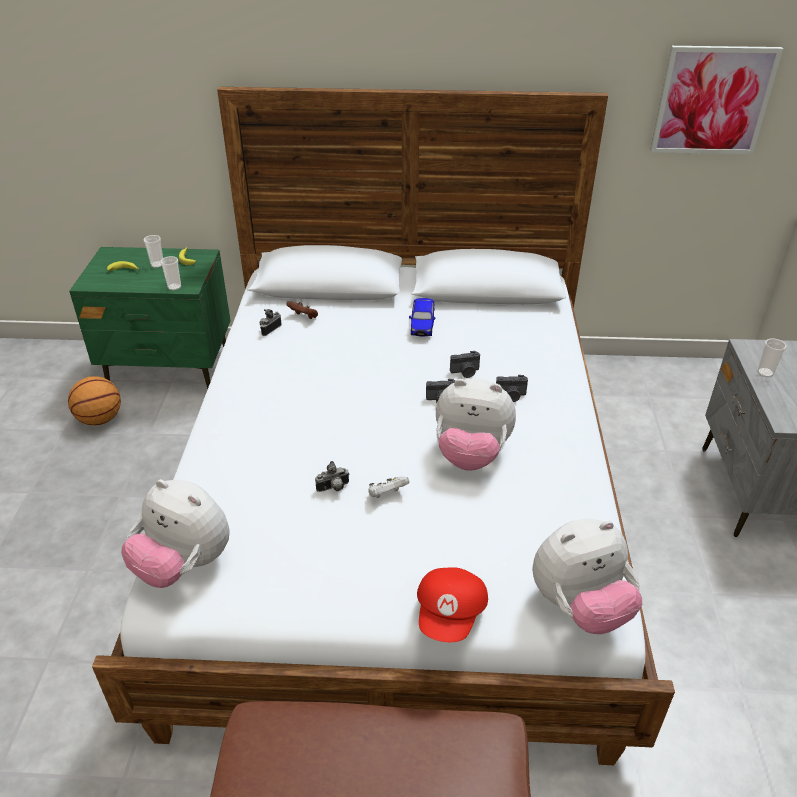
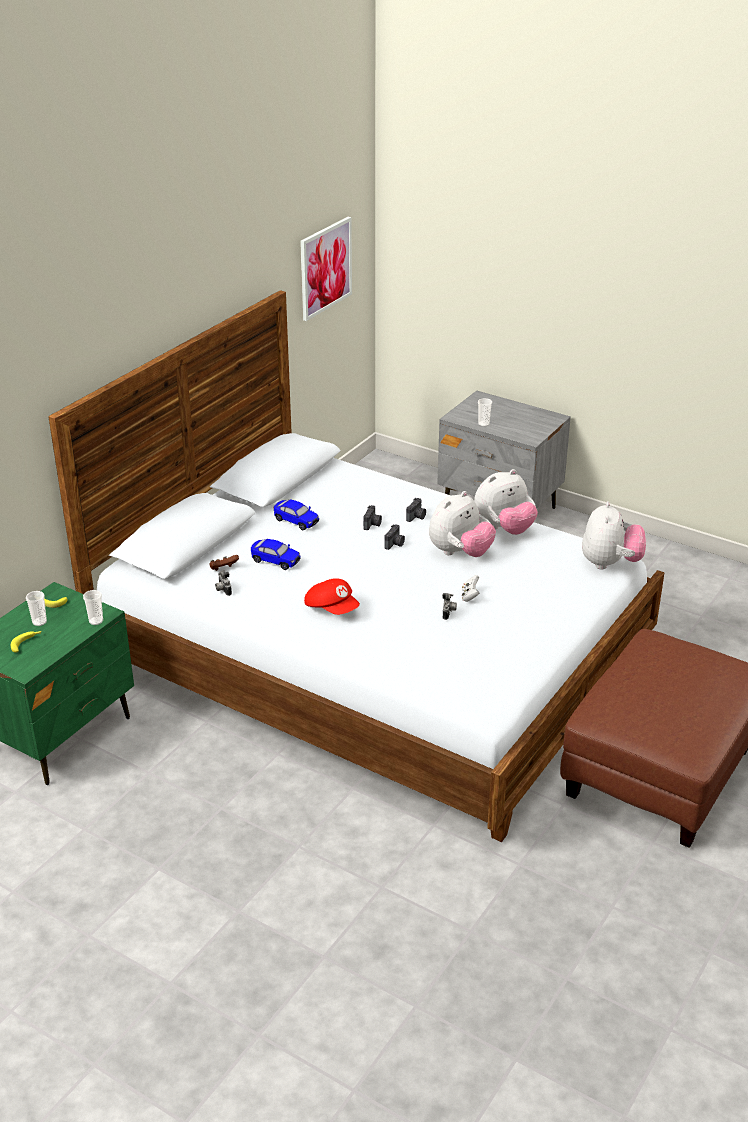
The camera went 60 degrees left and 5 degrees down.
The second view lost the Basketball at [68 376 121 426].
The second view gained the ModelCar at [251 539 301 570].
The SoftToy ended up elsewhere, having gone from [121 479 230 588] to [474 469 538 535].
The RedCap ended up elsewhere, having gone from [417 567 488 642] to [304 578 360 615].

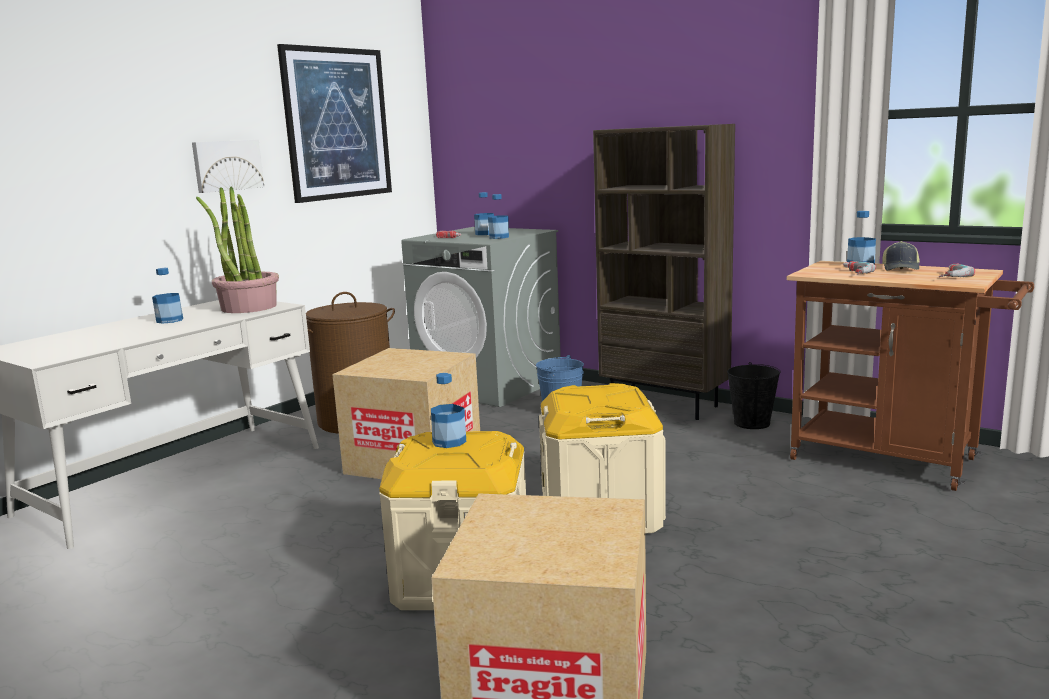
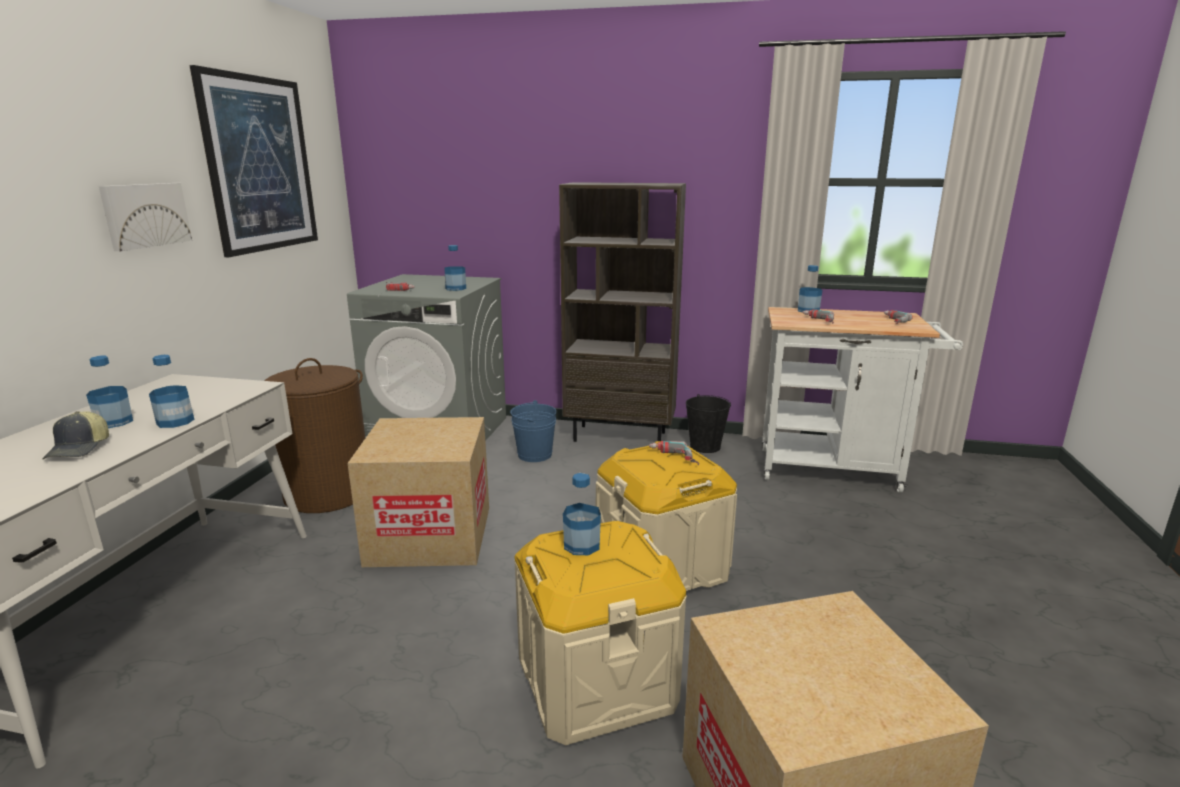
The camera went 25 degrees left and 5 degrees up.
The second view lost the Houseplant at [196 187 279 313].
The second view gained the PowerDrill at [649 441 699 465].
The Bottle ended up elsewhere, having gone from [474 192 494 235] to [149 355 195 428].
The Cap ended up elsewhere, having gone from [882 241 920 271] to [42 411 109 459].
What was the BrownishCart at [786 261 1034 491] turned into the WhiteColouredCart at [762 307 963 493].

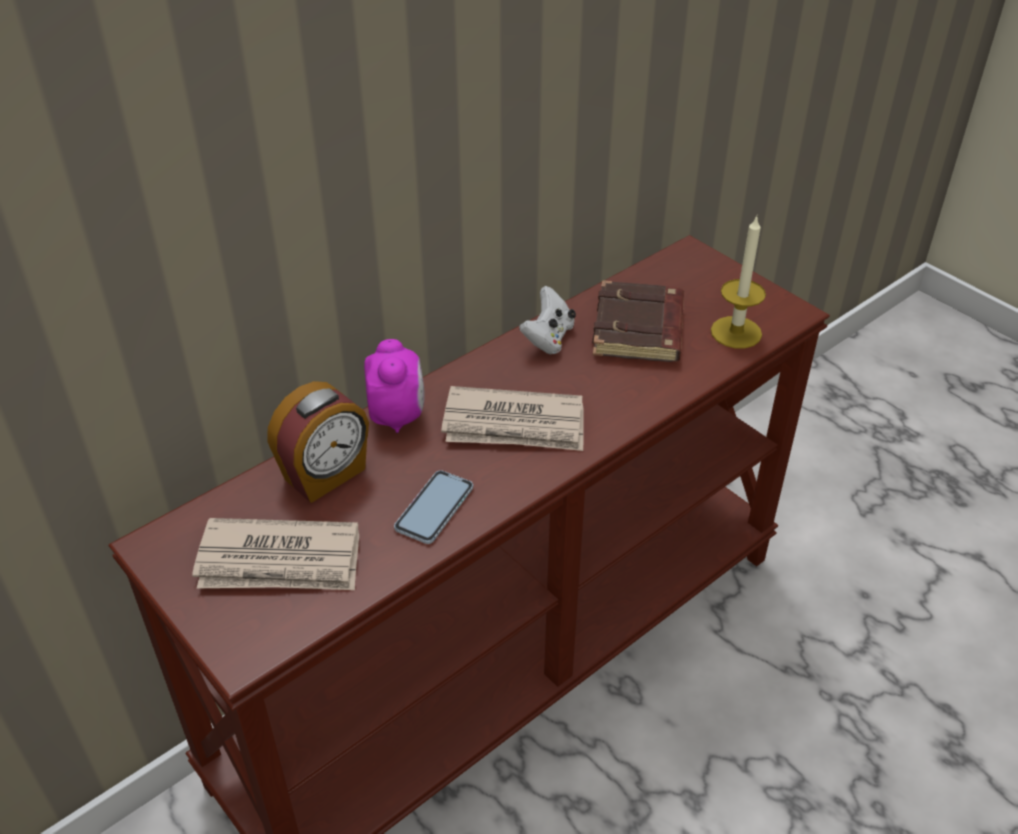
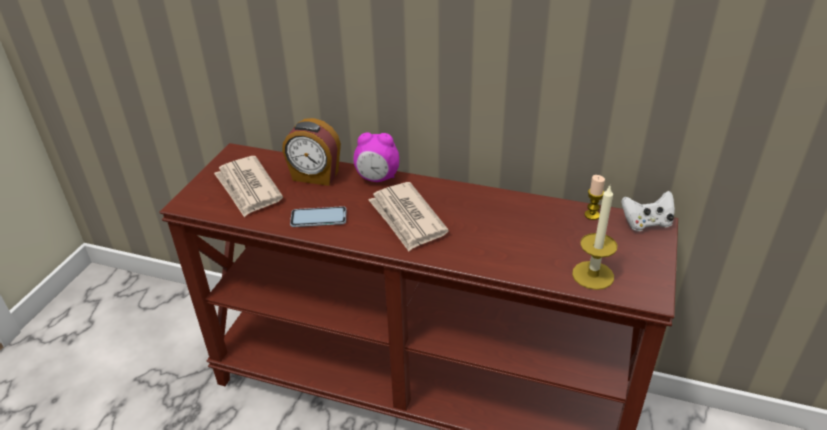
The camera went 60 degrees right and 5 degrees down.
The second view lost the BrownishBook at [592 280 684 362].
The second view gained the Candle at [584 175 605 220].
The WhiteColouredGamepad ended up elsewhere, having gone from [519 286 576 354] to [621 191 675 232].
The TableClock at [364 339 425 433] ended up facing another way, 45 degrees clockwise from before.

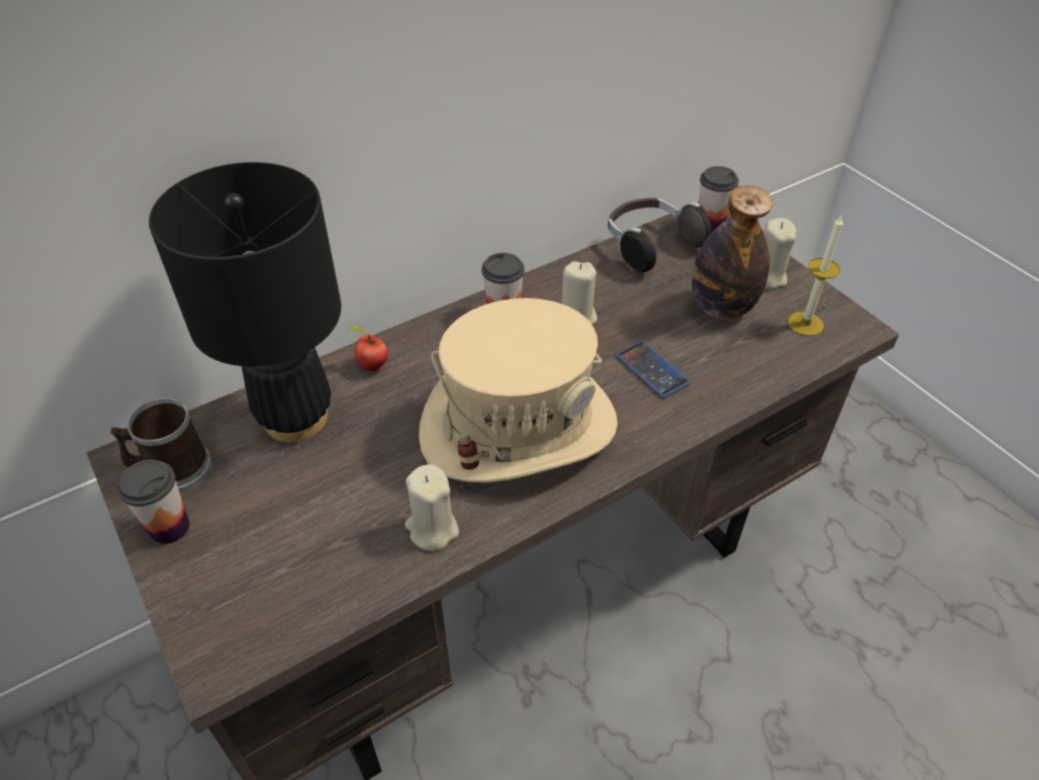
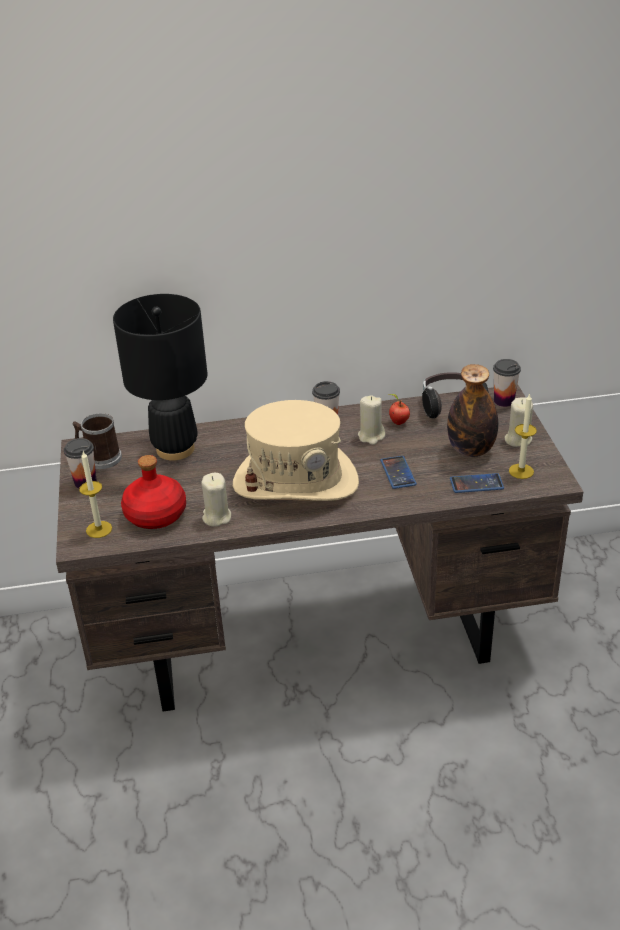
The camera went 25 degrees right and 10 degrees down.
The second view gained the Candle at [79 451 112 538].
The second view gained the RedBottle at [121 455 186 529].
The second view gained the Handset at [450 473 504 493].
The WholeApple ended up elsewhere, having gone from [346 326 389 372] to [389 394 410 425].

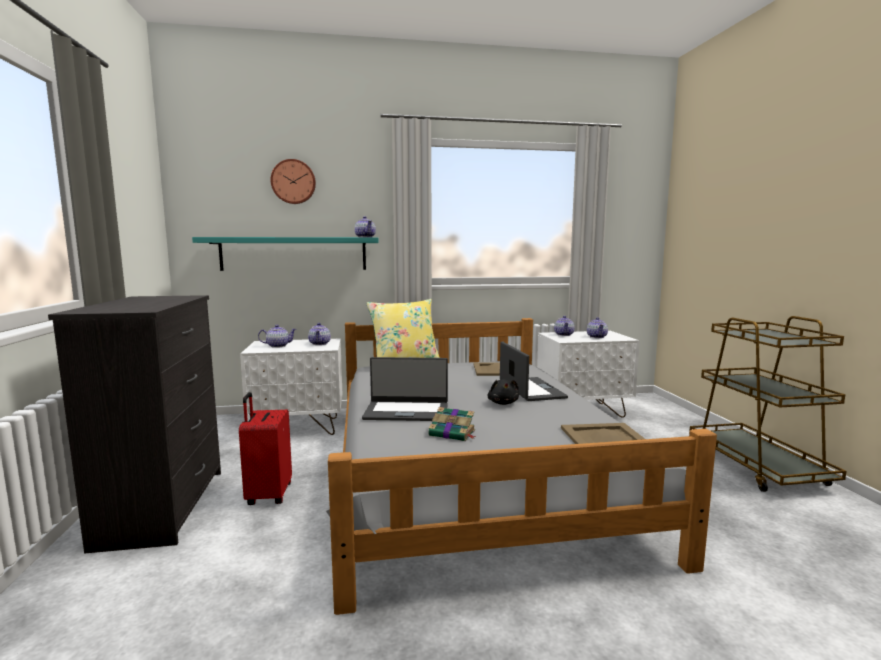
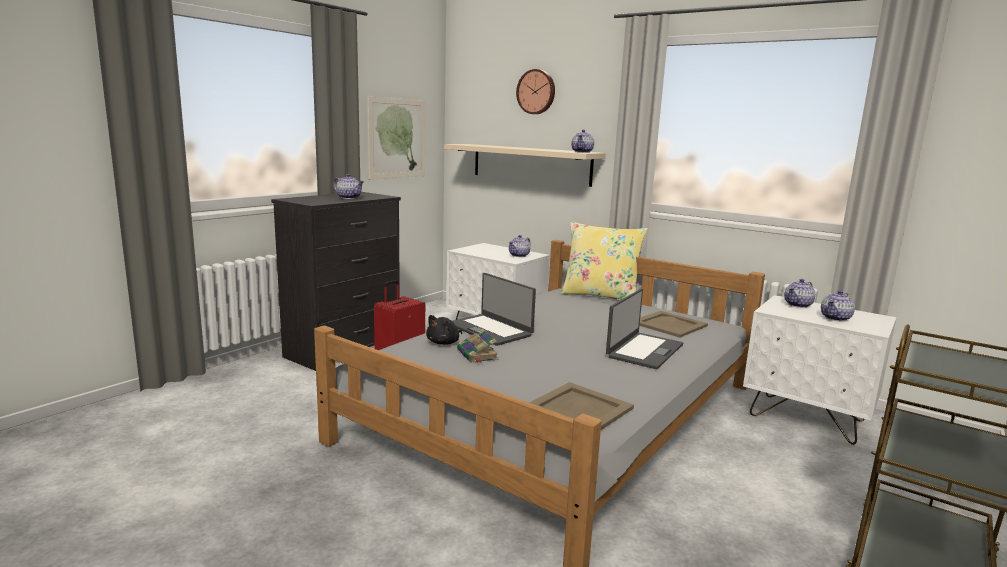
The camera went 45 degrees right and 5 degrees up.
The second view gained the Picture at [367 96 425 180].
The TeaPot ended up elsewhere, having gone from [258 325 297 348] to [333 174 364 199].
The BlackSoftToy ended up elsewhere, having gone from [488 379 519 405] to [426 315 462 345].
What was the TurquoiseShelf at [192 237 378 271] turned into the BeigeShelf at [444 144 606 187].

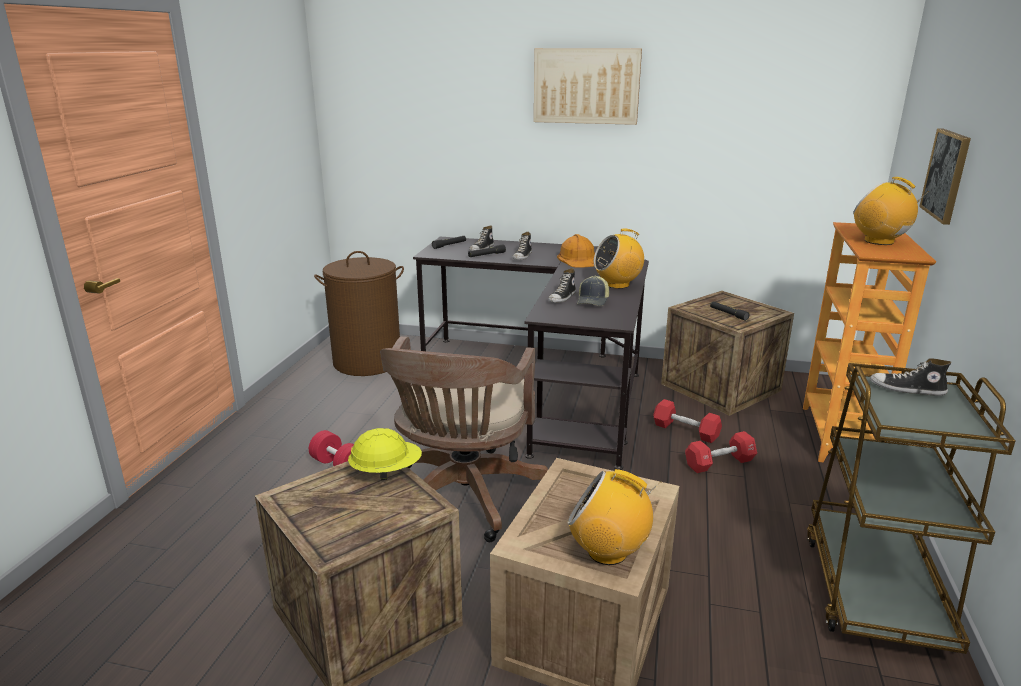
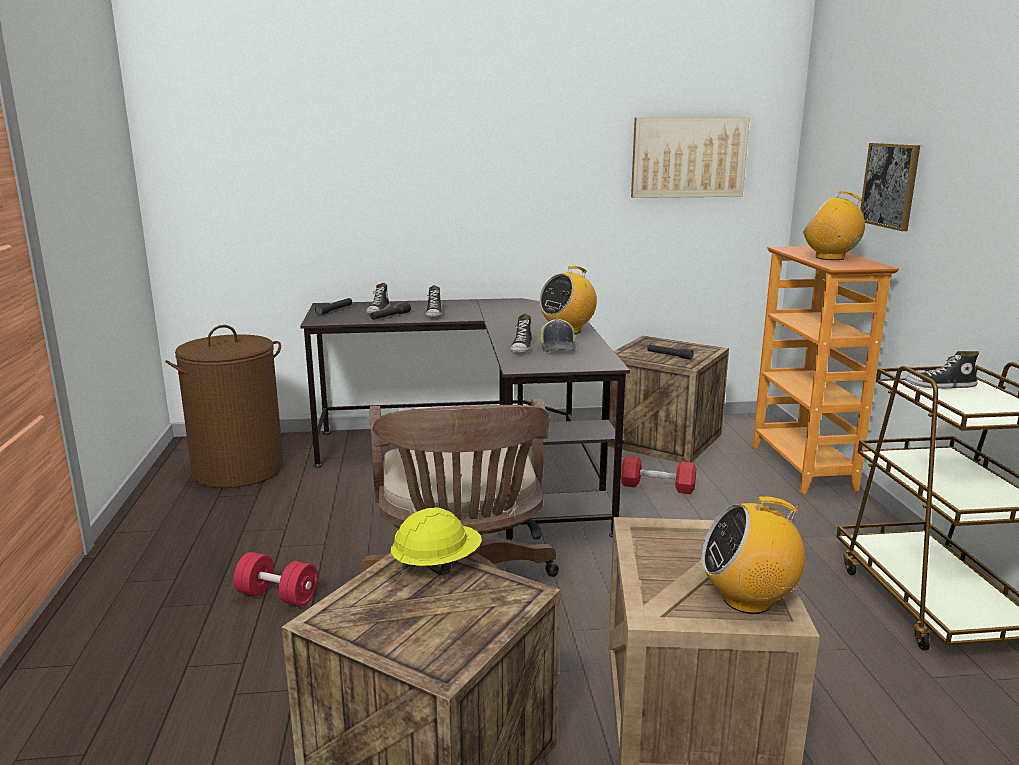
The camera went 20 degrees left and 5 degrees down.
The second view lost the OrangeColouredWorkHelmet at [557 234 595 267].
The second view lost the RedHandWeight at [685 431 757 473].
The Picture ended up elsewhere, having gone from [534 48 642 125] to [631 118 750 198].

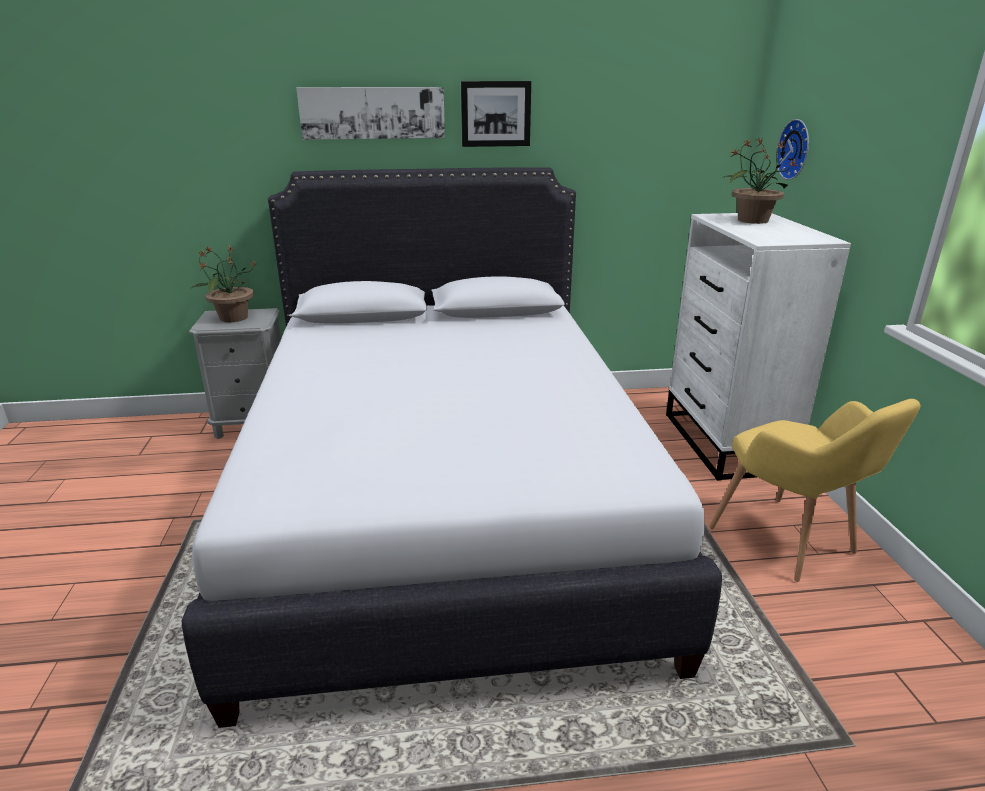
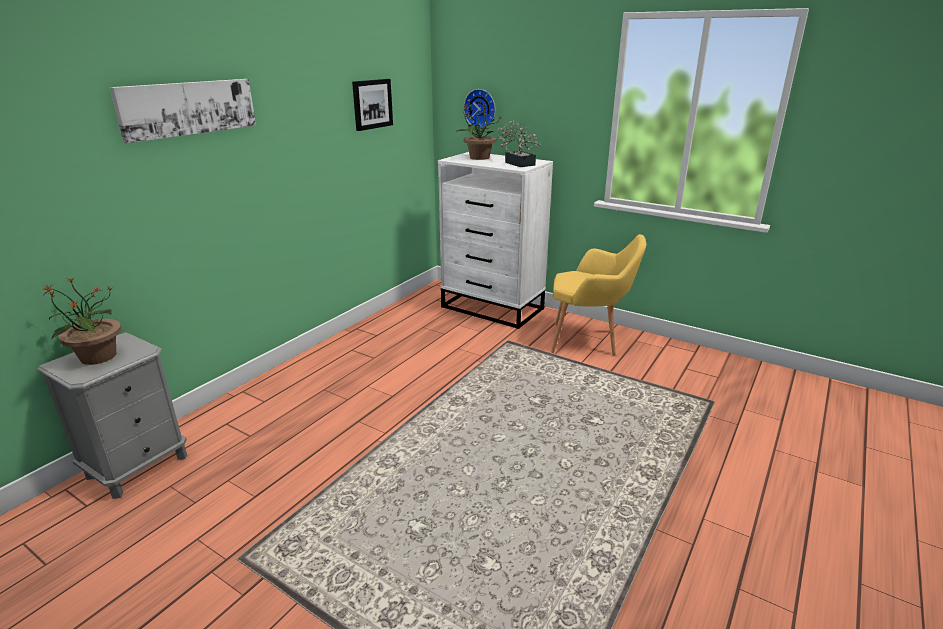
The camera went 50 degrees left and 0 degrees up.
The second view lost the WhiteColouredSleepingBed at [182 167 722 728].
The second view gained the Houseplant at [498 121 542 167].
The Picture ended up elsewhere, having gone from [461 81 531 147] to [352 79 393 131].

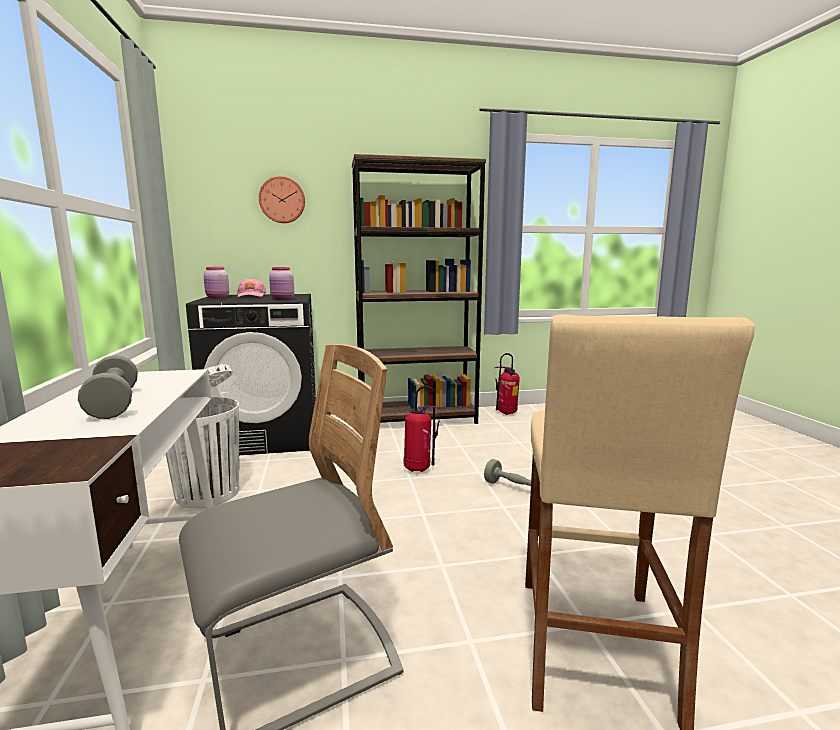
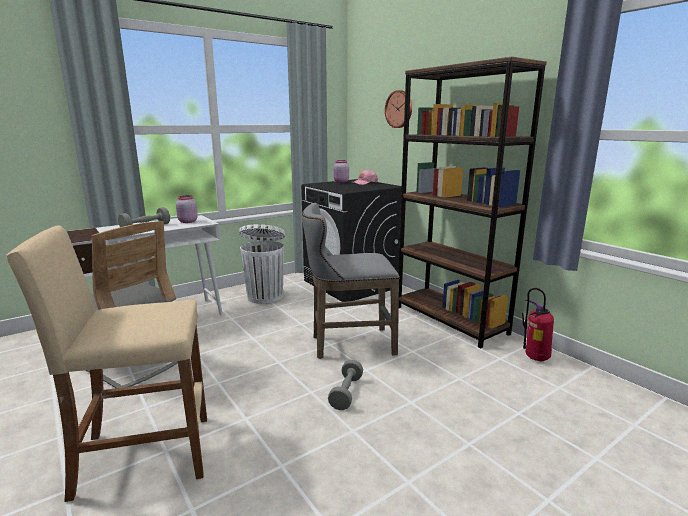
The camera went 65 degrees right and 5 degrees up.
The PinkColouredJar ended up elsewhere, having gone from [269 267 294 300] to [176 195 198 223].
Where the Extinguisher stood at [404 386 440 472], the GrayStool came to stand at [302 203 400 359].

